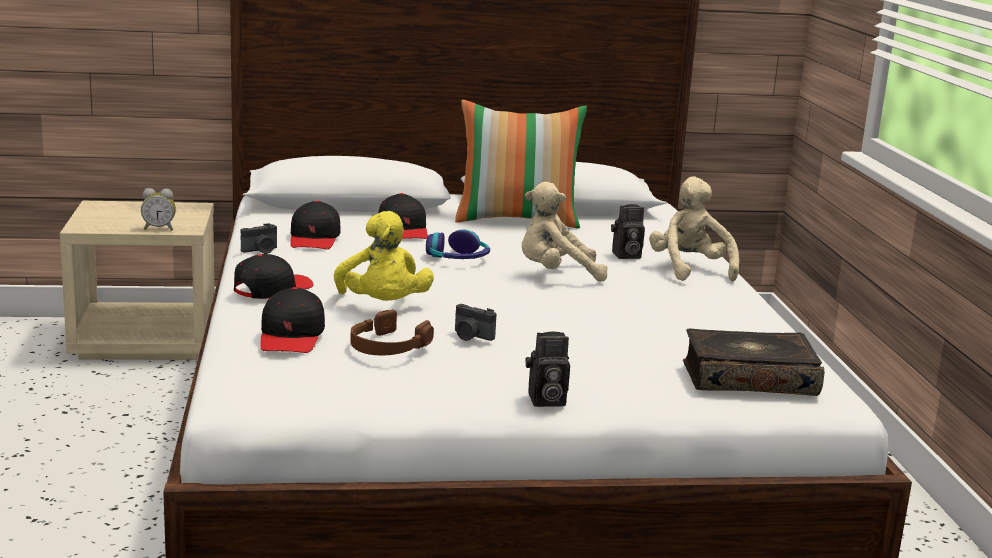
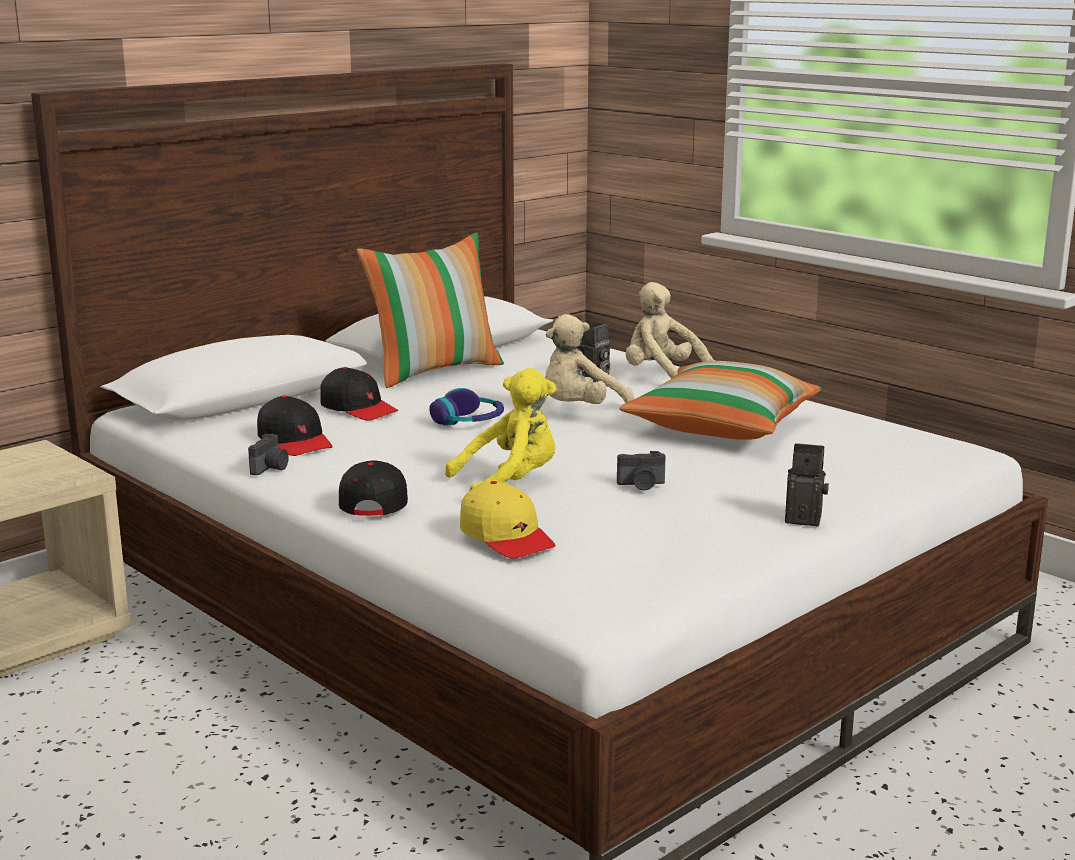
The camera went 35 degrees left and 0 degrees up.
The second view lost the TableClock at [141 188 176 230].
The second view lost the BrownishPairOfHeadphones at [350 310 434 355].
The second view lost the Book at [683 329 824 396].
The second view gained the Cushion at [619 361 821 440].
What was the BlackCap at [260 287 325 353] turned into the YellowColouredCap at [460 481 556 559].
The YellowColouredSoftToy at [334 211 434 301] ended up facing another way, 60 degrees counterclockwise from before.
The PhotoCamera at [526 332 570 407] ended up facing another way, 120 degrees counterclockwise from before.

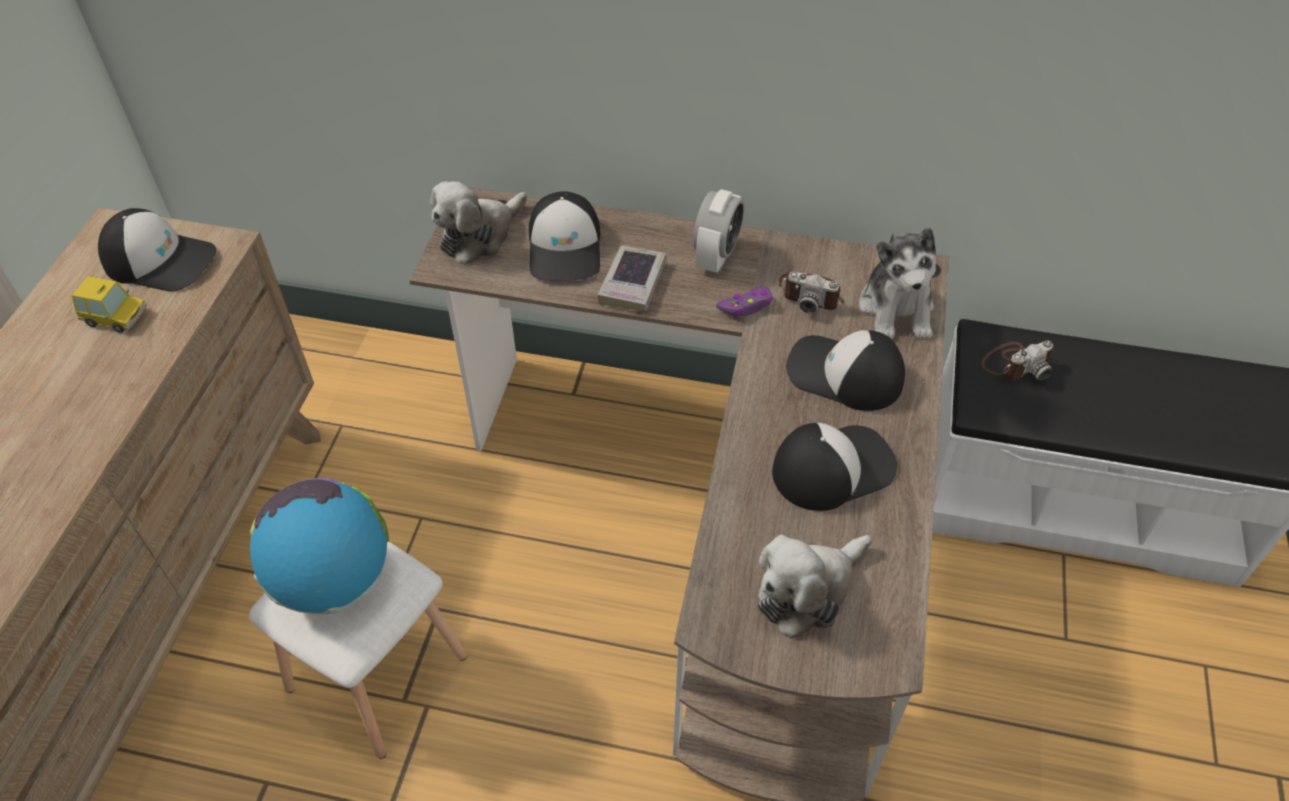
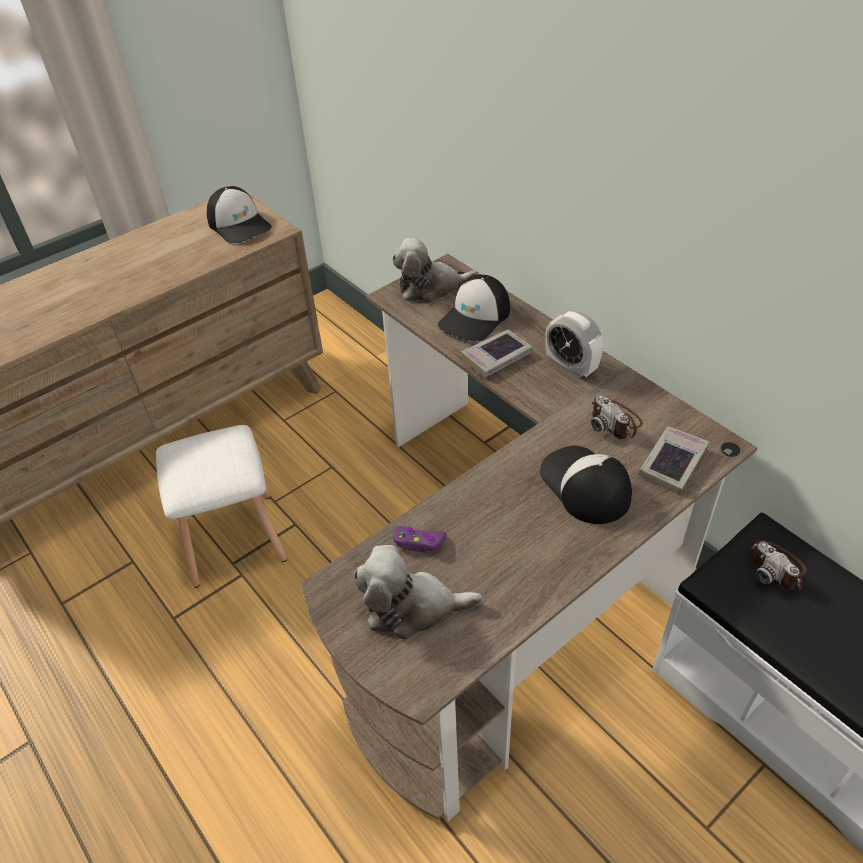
The camera went 40 degrees right and 5 degrees down.
The second view lost the ModelCar at [72 276 147 333].
The second view lost the Globe at [250 478 389 614].
The second view lost the Cap at [772 423 897 511].
The PurplishGamepad ended up elsewhere, having gone from [716 287 773 317] to [393 526 447 552].
Where the SoftToy stood at [859 228 936 339], the Book came to stand at [638 426 709 495].
The TableClock at [693 189 744 273] ended up facing another way, 75 degrees clockwise from before.
The PhotoCamera at [982 340 1054 380] ended up facing another way, 45 degrees clockwise from before.

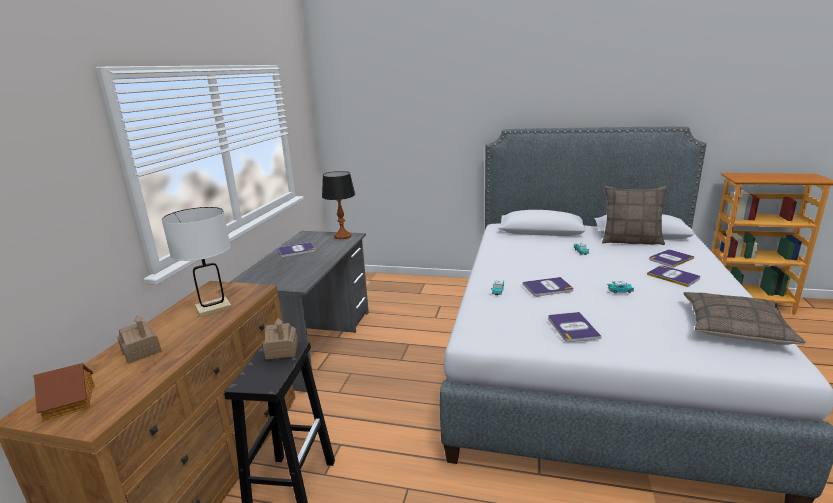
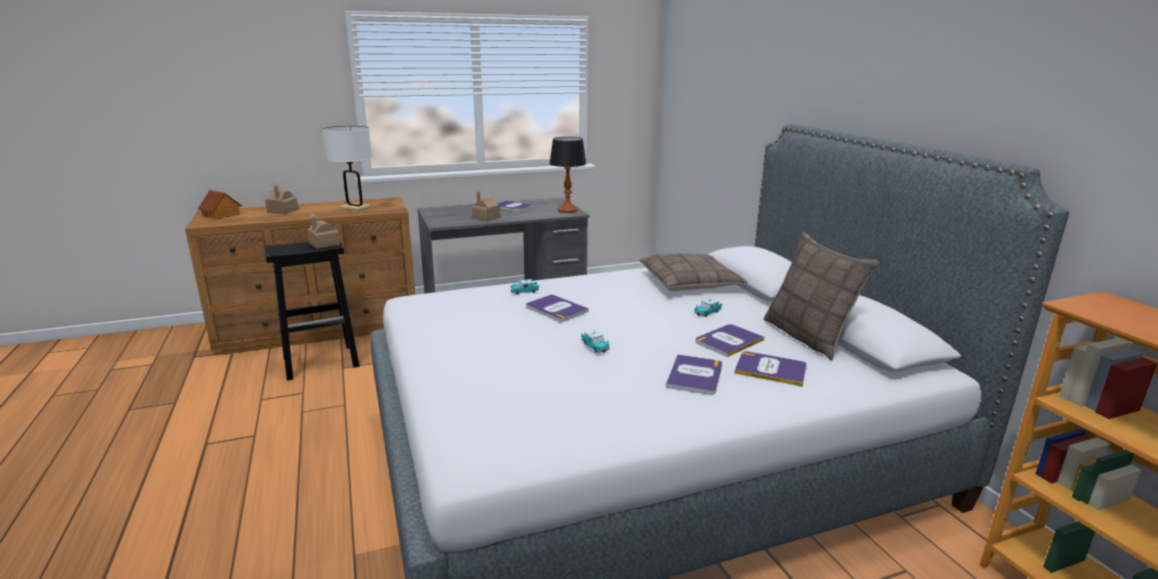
The camera went 55 degrees right and 0 degrees up.
The second view gained the ModelHouse at [472 188 500 221].
The Book ended up elsewhere, having gone from [548 312 601 342] to [695 324 764 357].
The Cushion ended up elsewhere, having gone from [683 292 806 345] to [640 253 747 291].

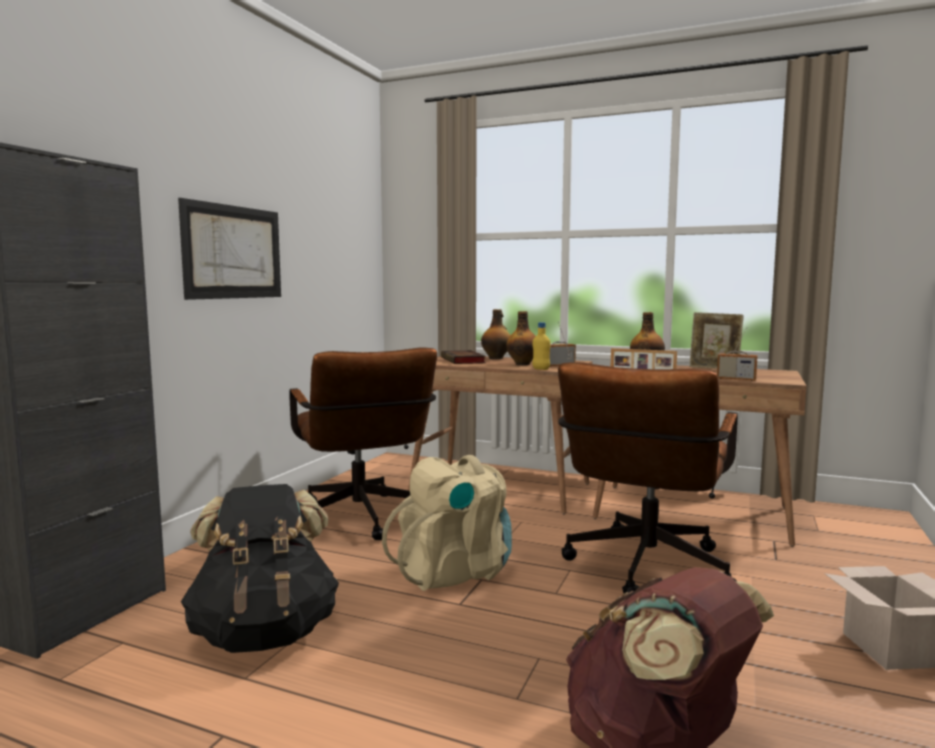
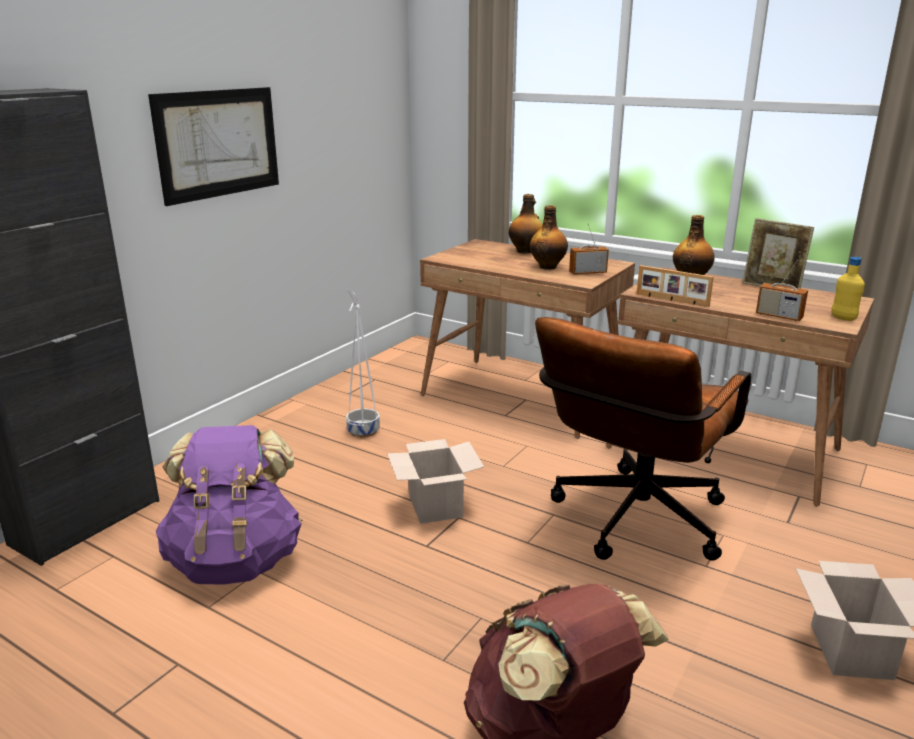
The camera went 10 degrees right and 15 degrees up.
The second view lost the Book at [441 350 486 364].
The YellowColouredBottle ended up elsewhere, having gone from [532 322 550 370] to [831 257 865 321].
Where the BrownishComputerChair stood at [289 348 437 540], the WhiteColouredFlowerPot came to stand at [346 289 380 438].
Where the BeigeBackpack stood at [382 455 512 591], the PackingBox came to stand at [387 439 484 524].
What was the BlackBackpack at [181 484 339 653] turned into the PurplishBackpack at [156 425 302 585].

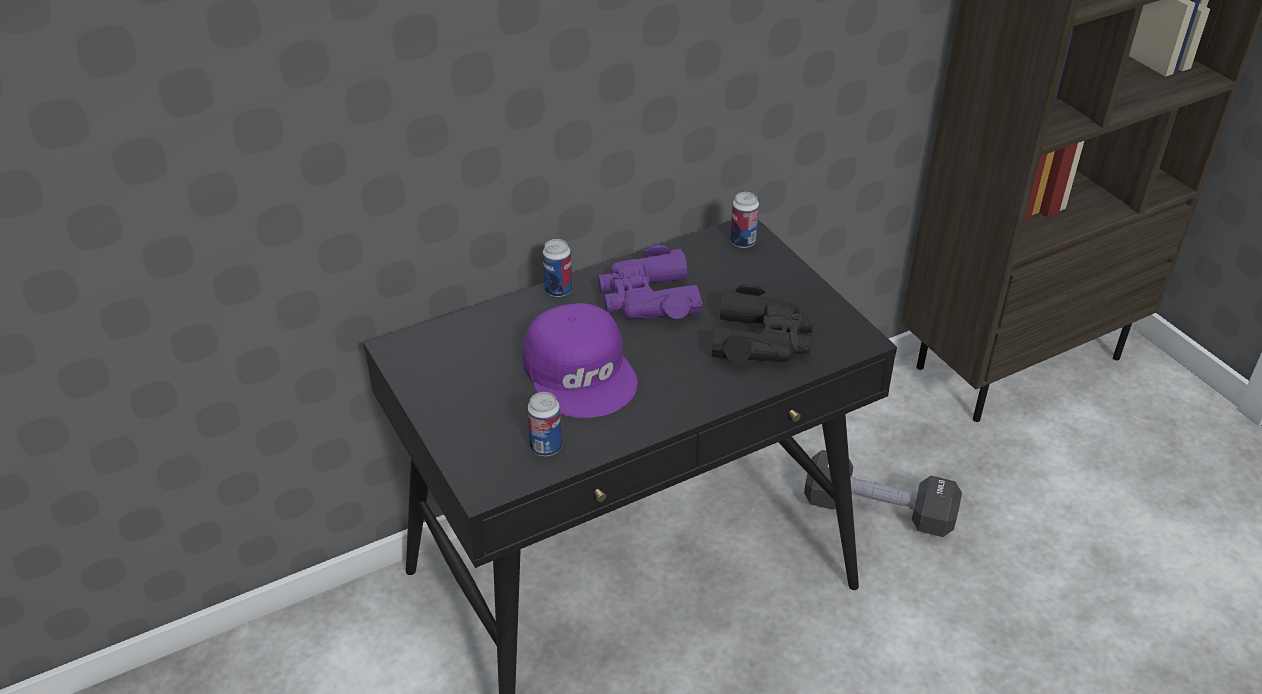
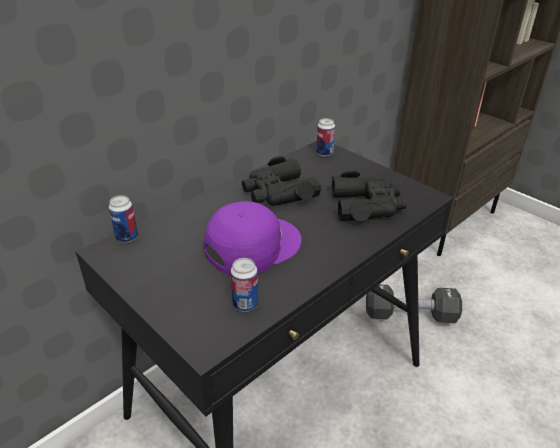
The camera went 15 degrees left and 5 degrees down.
The SealedCan ended up elsewhere, having gone from [543 239 572 297] to [109 195 138 243].
What was the PurplishFieldGlasses at [598 245 702 319] turned into the BlackFieldGlasses at [242 156 322 206].
The PurplishCap at [523 303 638 418] ended up facing another way, 90 degrees counterclockwise from before.

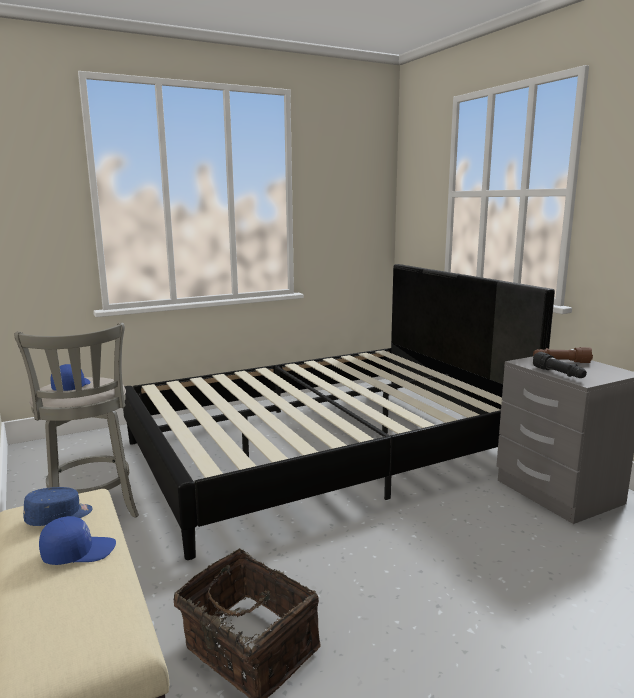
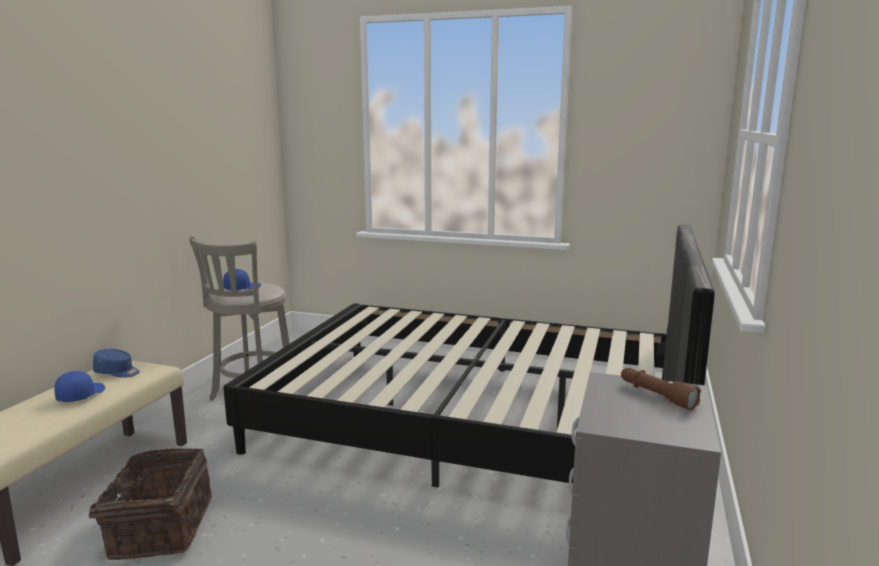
The camera went 45 degrees right and 0 degrees up.
The second view lost the BlackHandTorch at [533 352 587 378].
The BlueColouredCap at [39 516 116 565] ended up facing another way, 105 degrees counterclockwise from before.

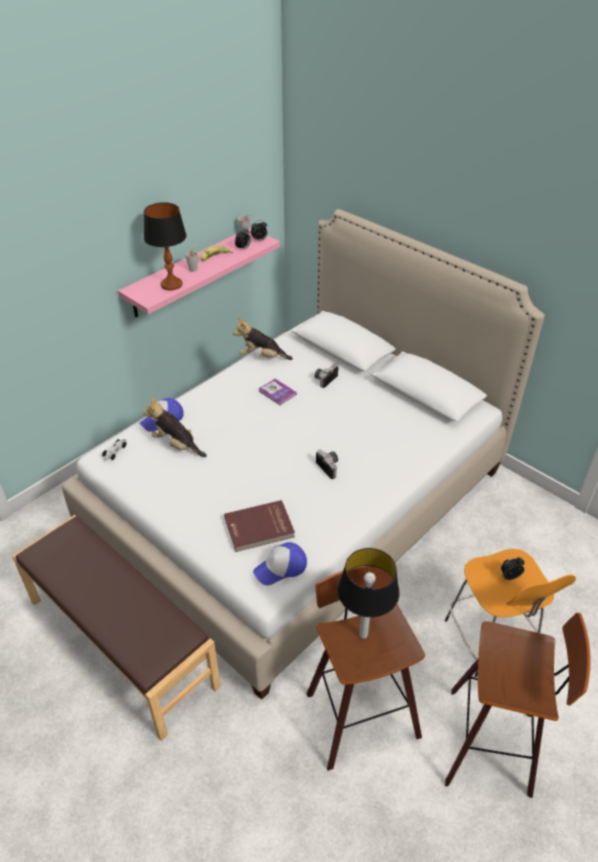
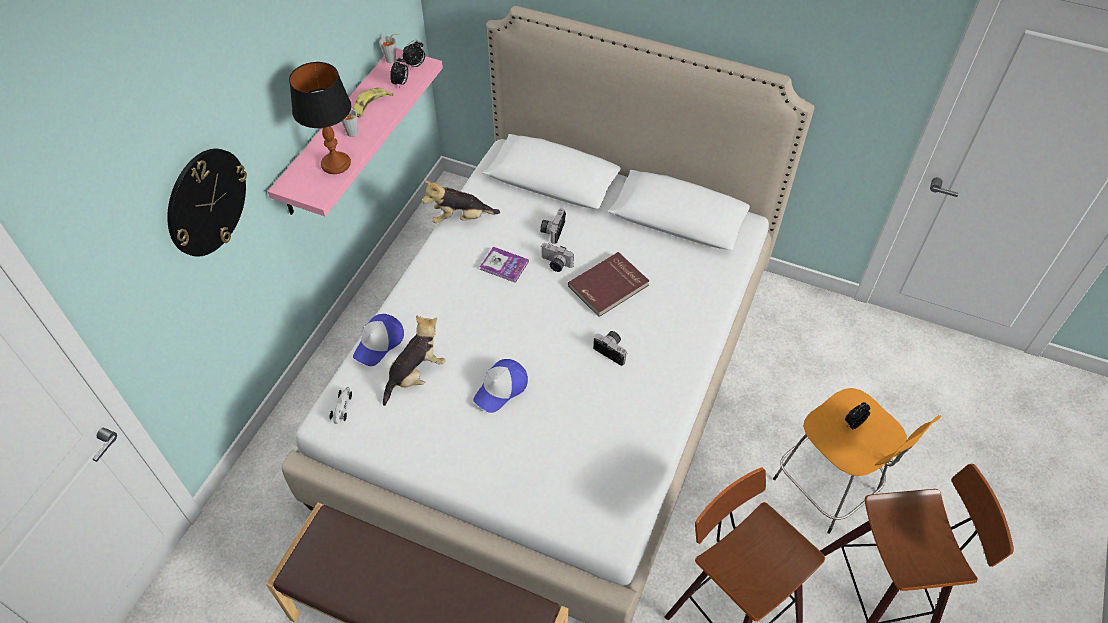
The camera went 20 degrees left and 10 degrees up.
The second view lost the TabletopLamp at [337 548 400 639].
The second view gained the ClockOnTheWall at [167 149 247 257].
The second view gained the PhotoCamera at [541 243 574 272].
The RedBook ended up elsewhere, having gone from [224 500 295 552] to [568 252 649 317].
The Cap ended up elsewhere, having gone from [253 542 307 585] to [473 359 528 413].
The SoftToy at [143 397 207 457] ended up facing another way, 120 degrees clockwise from before.

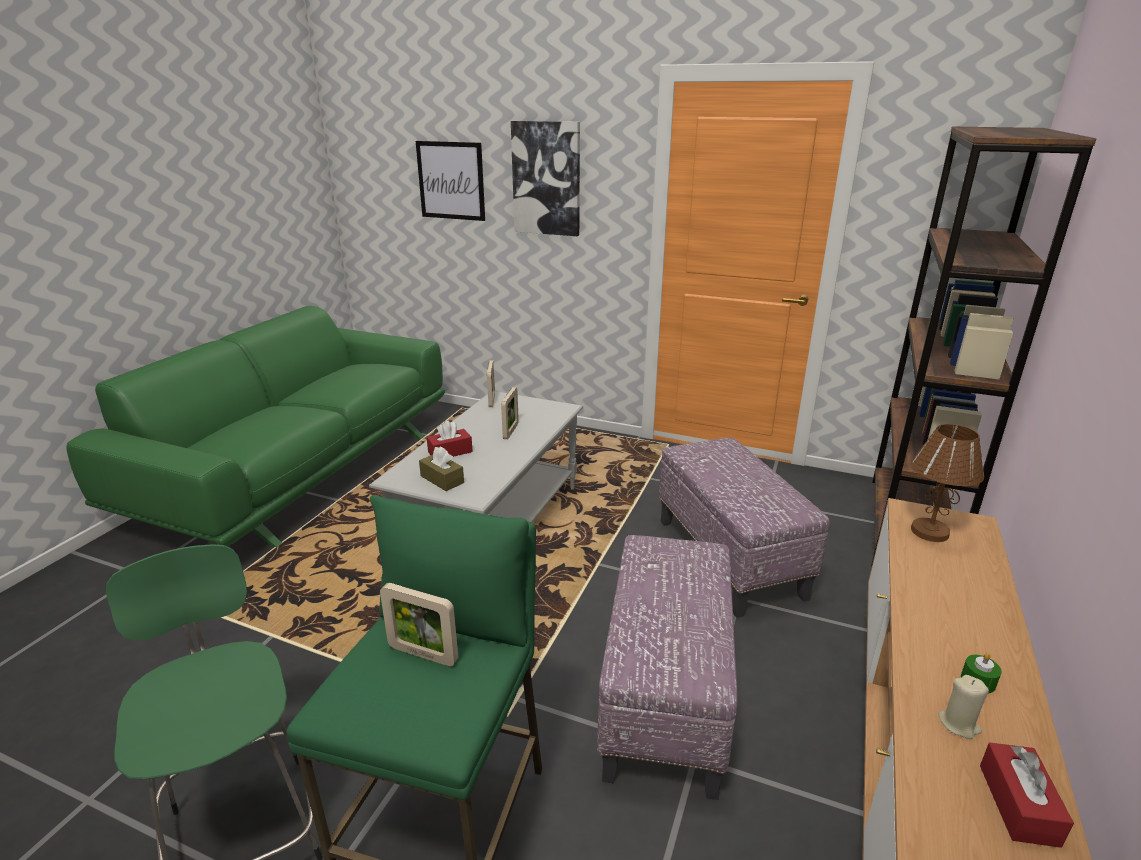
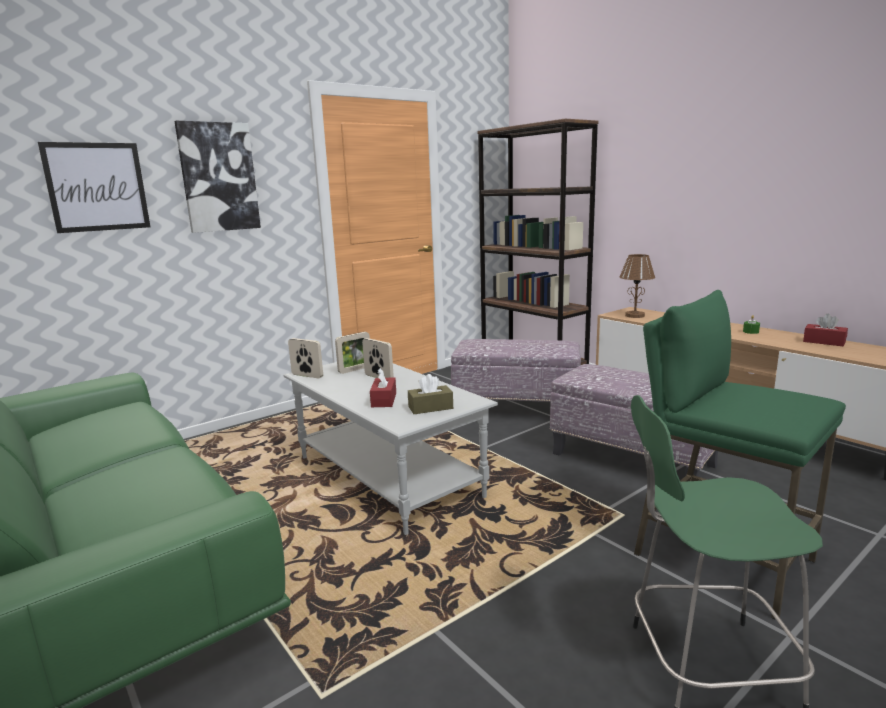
The camera went 60 degrees left and 10 degrees down.
The second view lost the BeigeCandle at [938 675 989 739].
The StandingFrame ended up elsewhere, having gone from [380 583 458 666] to [335 332 370 374].

